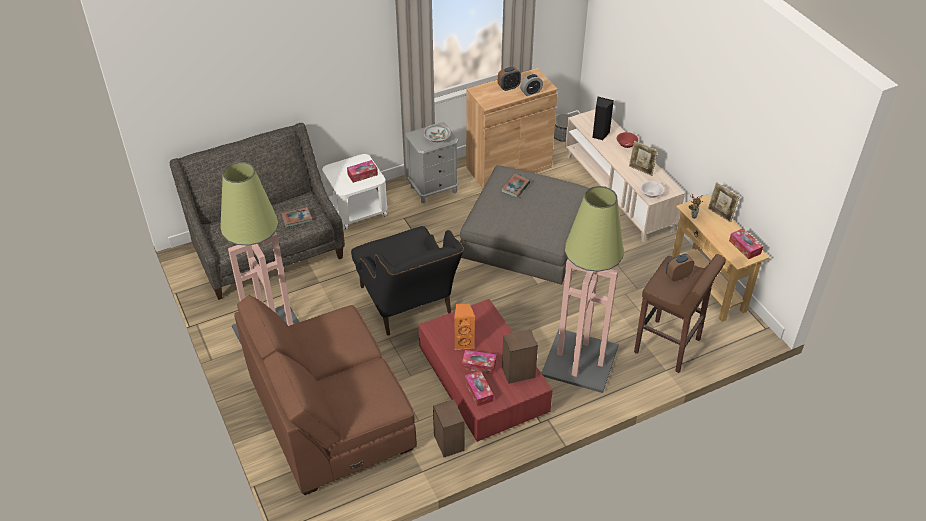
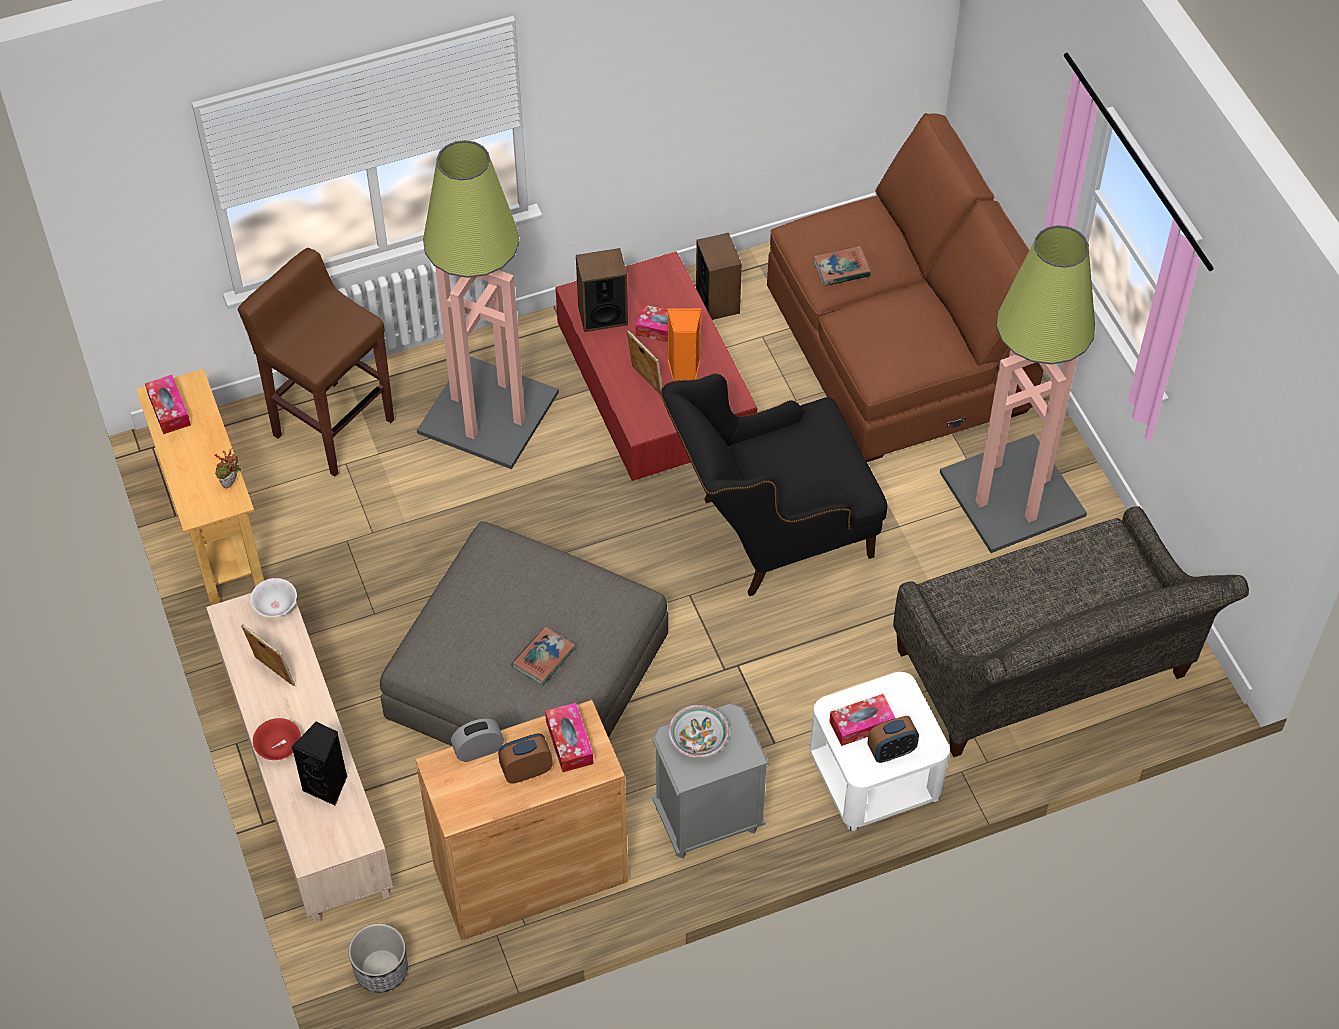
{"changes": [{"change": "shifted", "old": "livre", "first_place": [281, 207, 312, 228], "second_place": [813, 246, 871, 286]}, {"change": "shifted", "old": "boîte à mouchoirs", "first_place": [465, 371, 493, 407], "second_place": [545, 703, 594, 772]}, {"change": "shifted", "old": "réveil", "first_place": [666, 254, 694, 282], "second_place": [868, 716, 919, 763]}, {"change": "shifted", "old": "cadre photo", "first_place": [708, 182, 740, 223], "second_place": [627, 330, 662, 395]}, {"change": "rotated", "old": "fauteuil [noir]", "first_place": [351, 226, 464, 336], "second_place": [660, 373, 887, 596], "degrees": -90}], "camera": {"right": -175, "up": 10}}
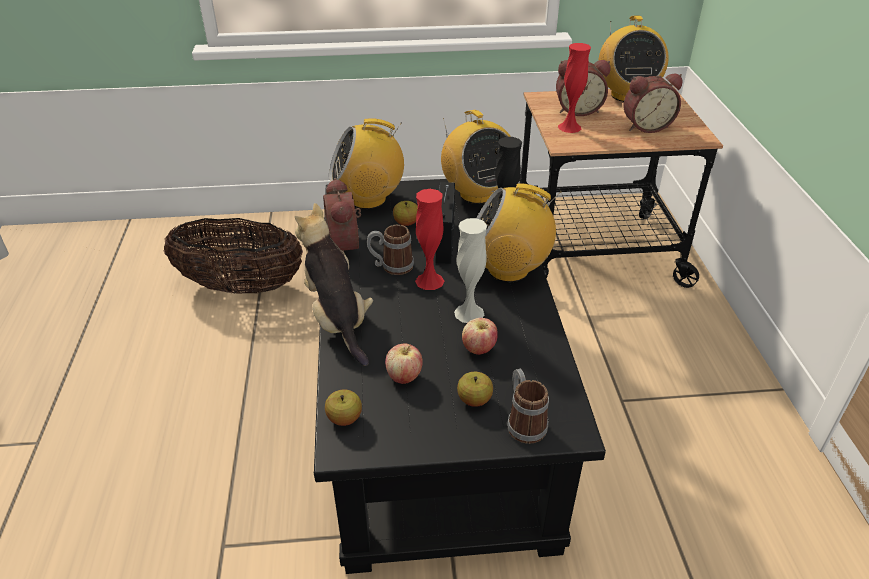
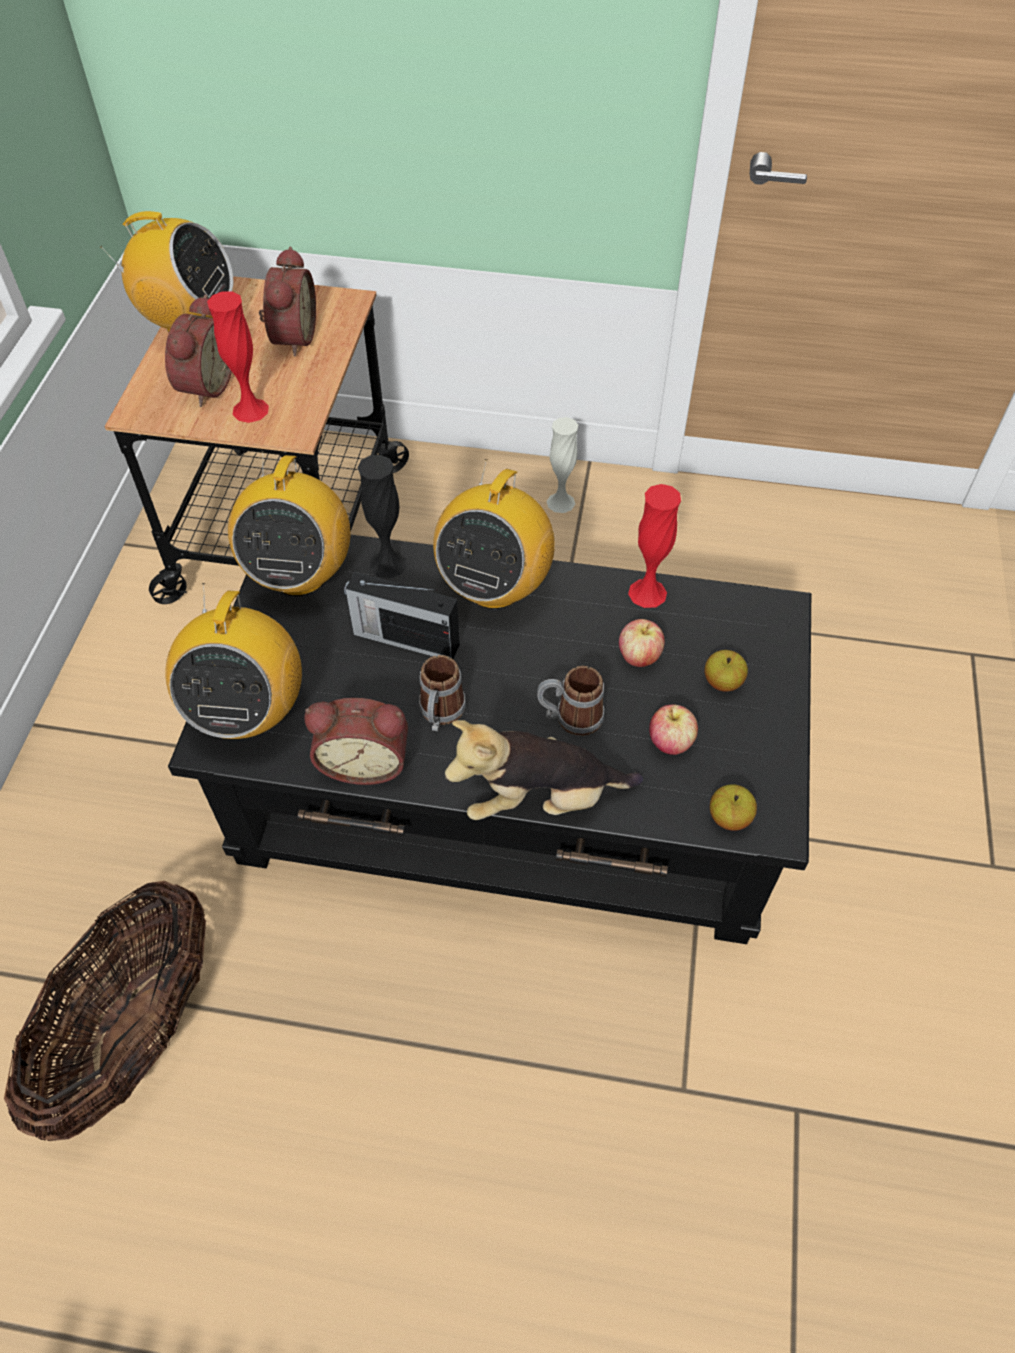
{"changes": [{"change": "gone", "old": "pomme", "first_place": [393, 201, 418, 226]}, {"change": "shifted", "old": "vase [rouge]", "first_place": [415, 189, 444, 290], "second_place": [628, 484, 681, 608]}, {"change": "shifted", "old": "vase [blanc]", "first_place": [454, 218, 487, 323], "second_place": [546, 417, 578, 513]}, {"change": "shifted", "old": "mug", "first_place": [507, 369, 549, 444], "second_place": [537, 666, 604, 736]}, {"change": "rotated", "old": "radio", "first_place": [441, 110, 511, 204], "second_place": [228, 451, 350, 597], "degrees": 105}], "camera": {"right": -75, "up": 15}}
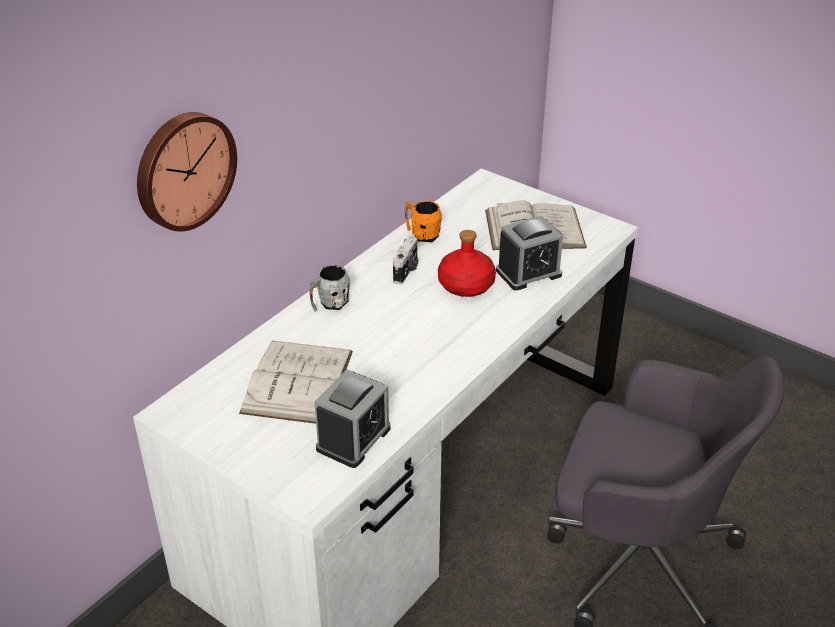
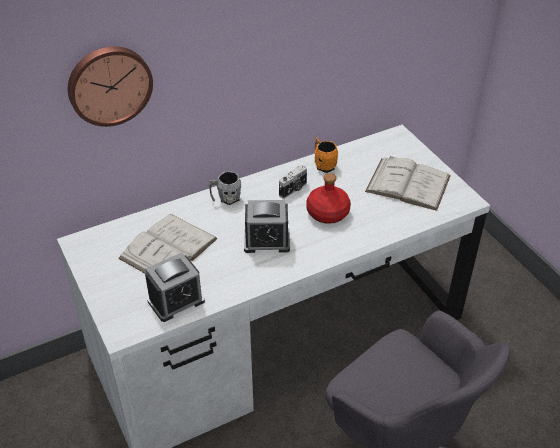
{"changes": [{"change": "shifted", "old": "réveil", "first_place": [496, 215, 563, 290], "second_place": [244, 200, 290, 253]}], "camera": {"right": 25, "up": 5}}
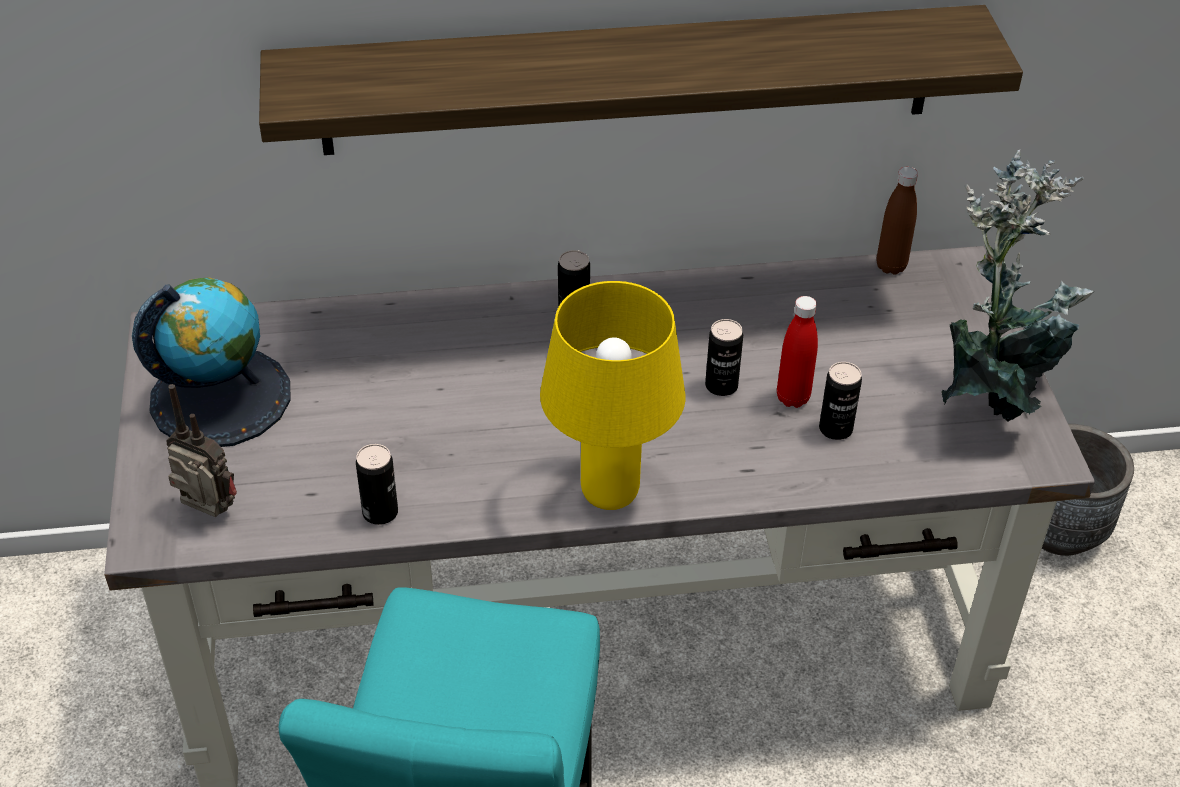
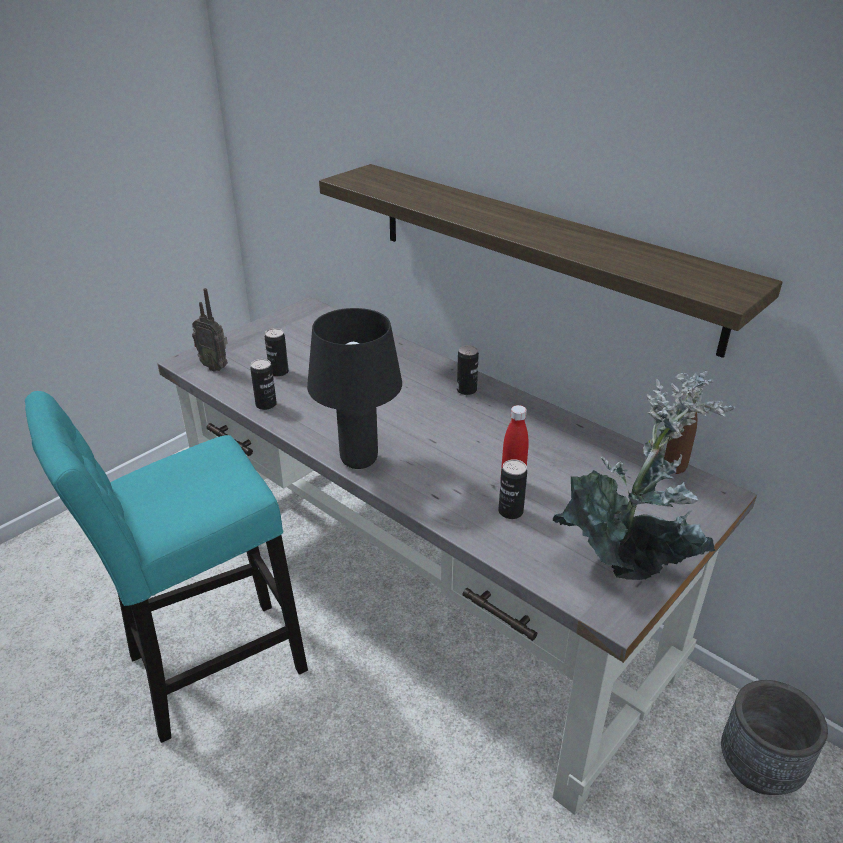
{"changes": [{"change": "gone", "old": "globe", "first_place": [132, 277, 291, 447]}, {"change": "shifted", "old": "boîte métallique", "first_place": [705, 319, 743, 396], "second_place": [265, 328, 289, 377]}, {"change": "repainted", "old": "lampe de table [jaune]", "new": "lampe de table [noir]", "first_place": [540, 281, 686, 510], "second_place": [307, 308, 402, 469]}, {"change": "rotated", "old": "radio", "first_place": [166, 384, 237, 517], "second_place": [192, 288, 228, 372], "degrees": 135}], "camera": {"right": 50, "up": -10}}
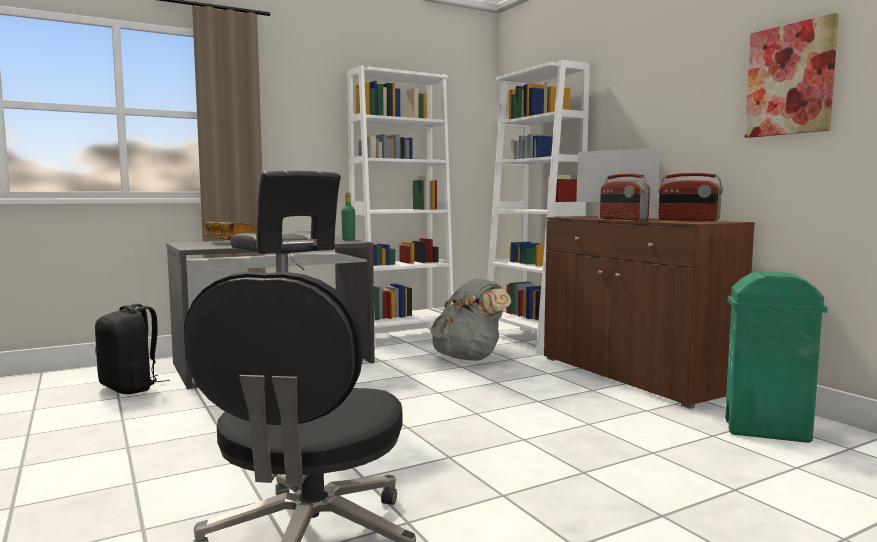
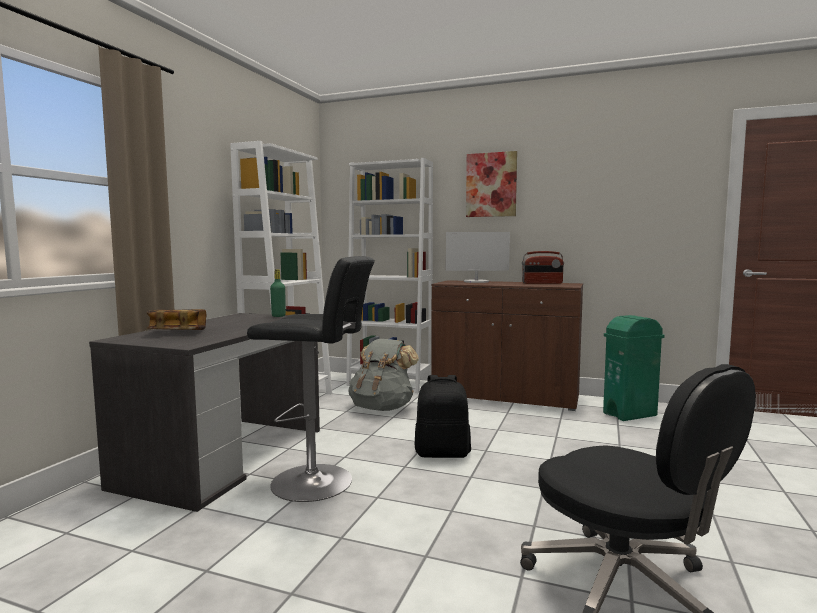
{"changes": [{"change": "gone", "old": "radio", "first_place": [600, 174, 650, 221]}, {"change": "shifted", "old": "sac à dos [noir]", "first_place": [95, 303, 170, 394], "second_place": [415, 375, 471, 458]}, {"change": "shifted", "old": "tableau", "first_place": [745, 13, 839, 138], "second_place": [466, 151, 517, 217]}], "camera": {"right": -40, "up": 0}}
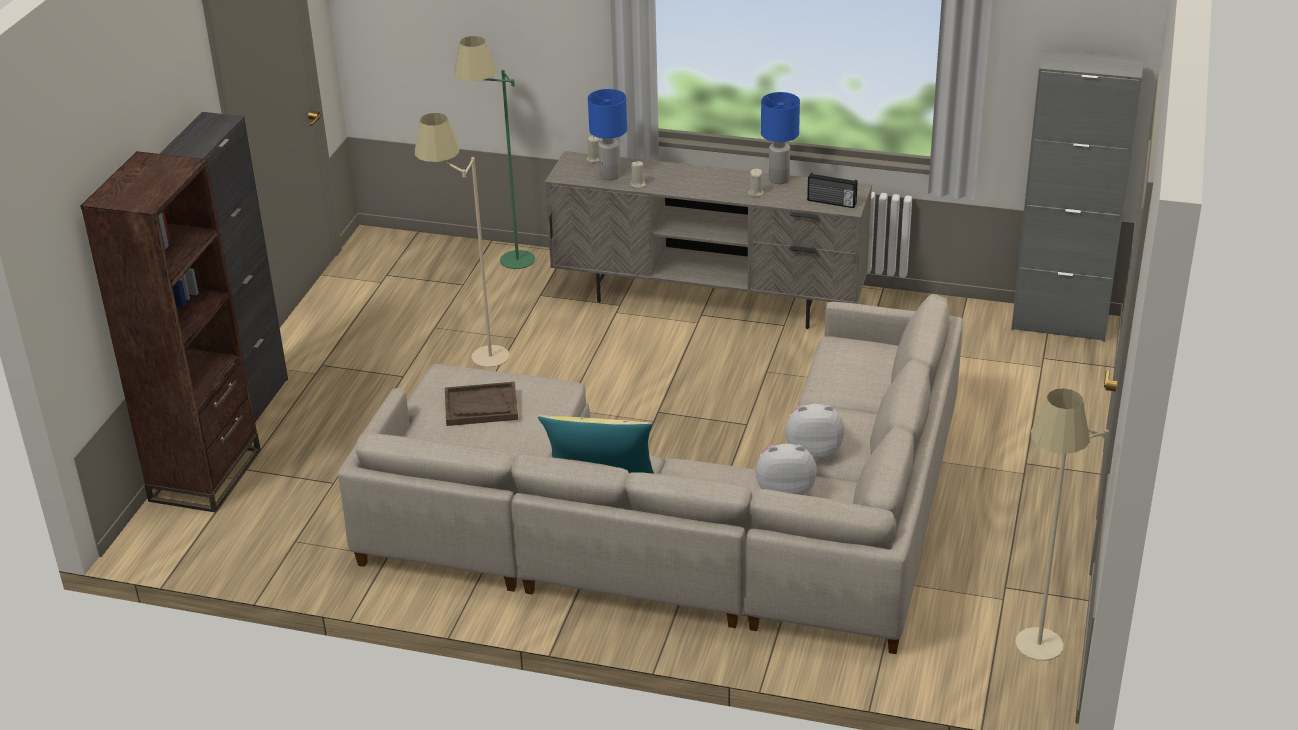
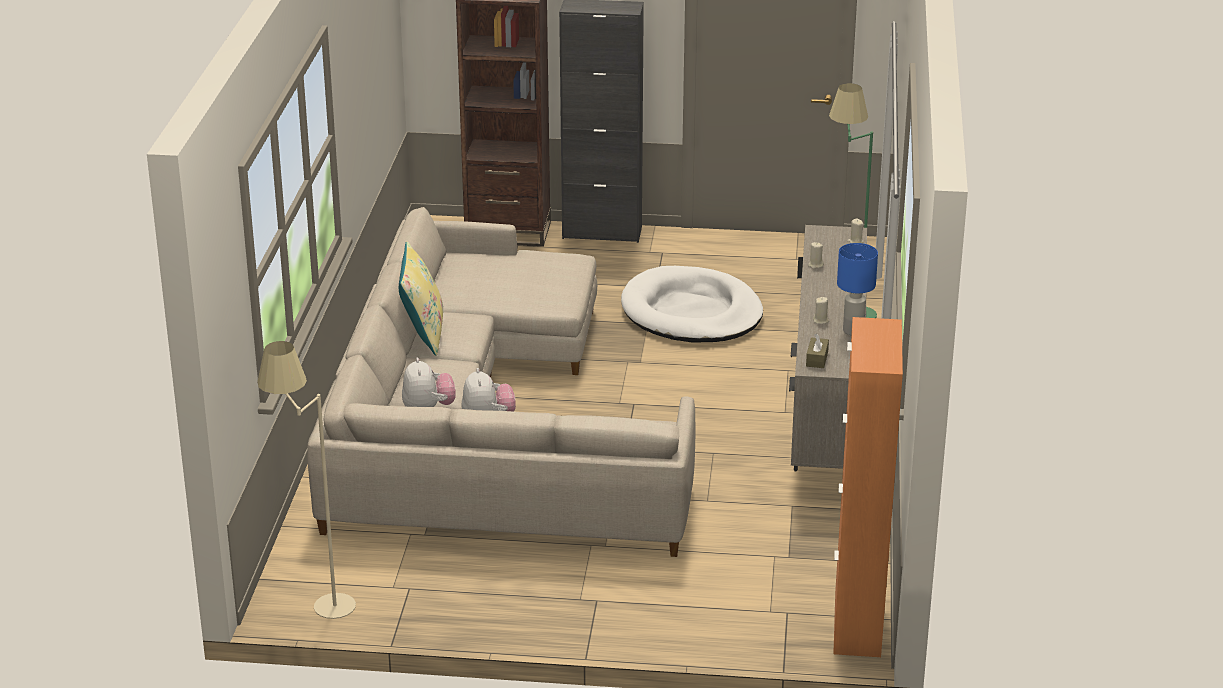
{"changes": [{"change": "gone", "old": "plateau [marron]", "first_place": [445, 382, 518, 426]}, {"change": "gone", "old": "lampe de table [bleu]", "first_place": [588, 89, 627, 180]}, {"change": "swapped", "old": "lampadaire [beige]", "new": "panier pour chien [blanc]", "first_place": [415, 113, 510, 367], "second_place": [621, 266, 763, 343]}, {"change": "swapped", "old": "radio", "new": "boîte à mouchoirs [marron]", "first_place": [807, 173, 858, 208], "second_place": [806, 333, 829, 368]}, {"change": "repainted", "old": "meuble de rangement [gris]", "new": "meuble de rangement [orange]", "first_place": [1011, 49, 1144, 342], "second_place": [833, 317, 903, 657]}], "camera": {"right": 80, "up": -5}}
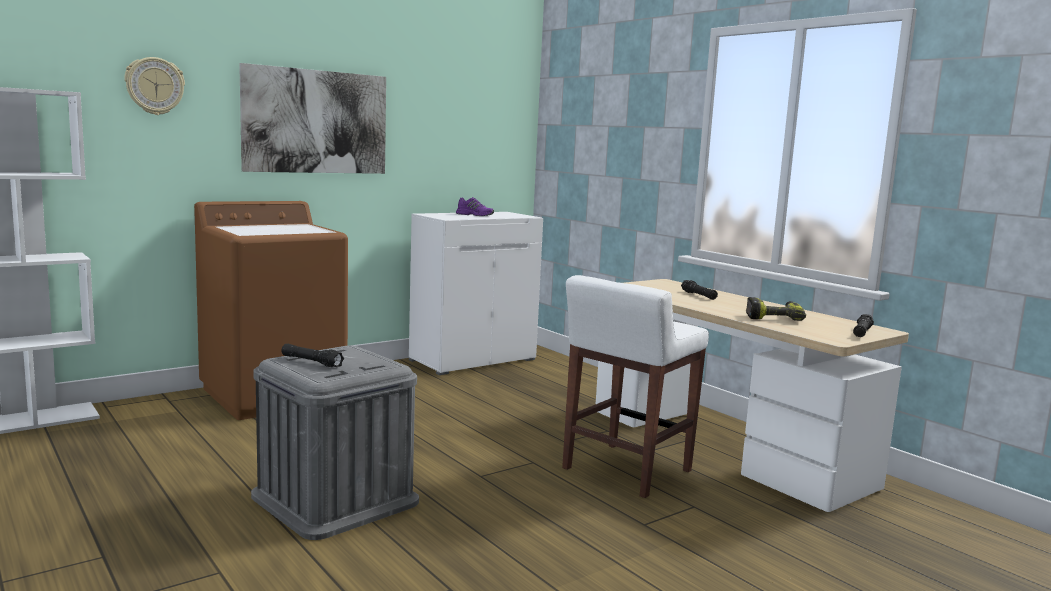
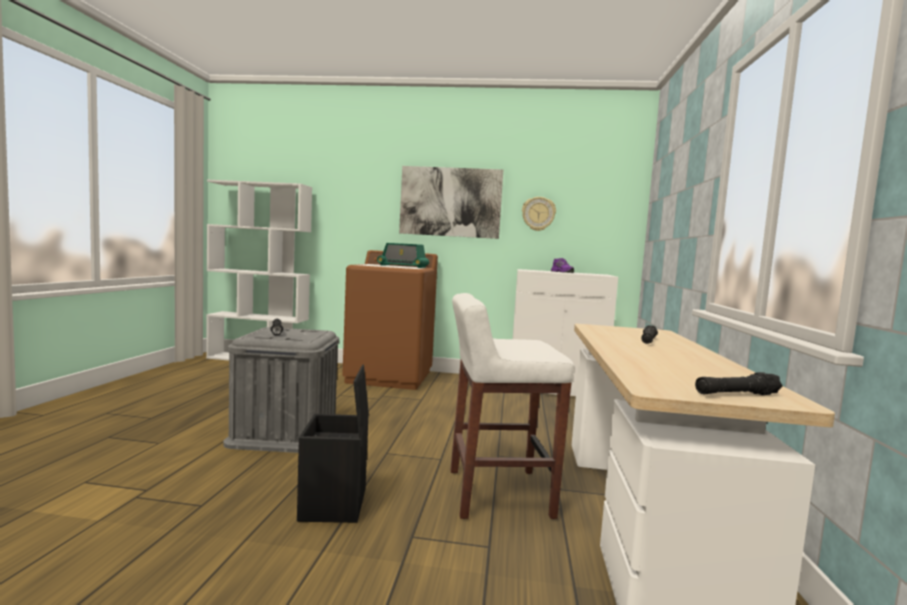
{"changes": [{"change": "gone", "old": "perceuse", "first_place": [746, 297, 806, 321]}, {"change": "new", "new": "boîte de rangement [noir]", "second_place": [297, 365, 369, 523]}, {"change": "new", "new": "radio", "second_place": [377, 243, 429, 268]}, {"change": "shifted", "old": "horloge murale", "first_place": [124, 57, 185, 115], "second_place": [522, 197, 556, 231]}], "camera": {"right": 45, "up": -5}}
